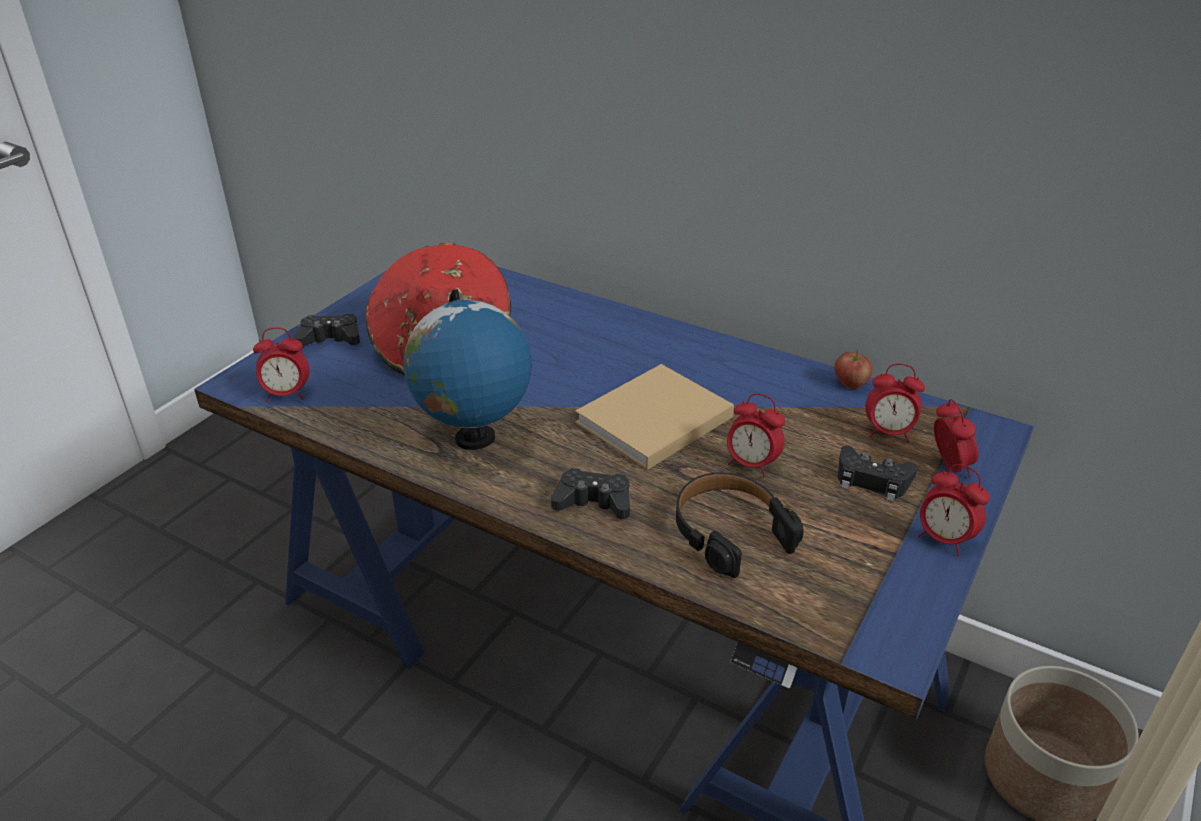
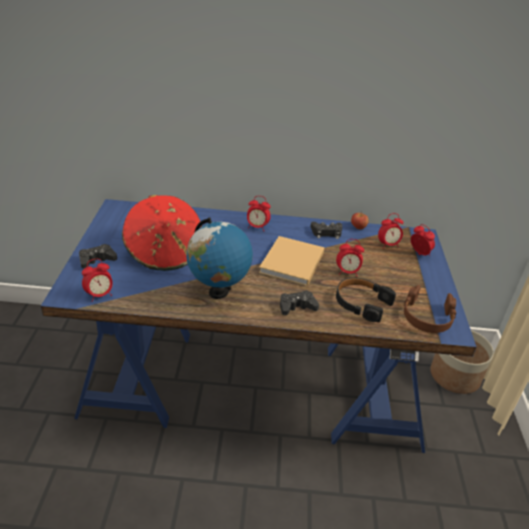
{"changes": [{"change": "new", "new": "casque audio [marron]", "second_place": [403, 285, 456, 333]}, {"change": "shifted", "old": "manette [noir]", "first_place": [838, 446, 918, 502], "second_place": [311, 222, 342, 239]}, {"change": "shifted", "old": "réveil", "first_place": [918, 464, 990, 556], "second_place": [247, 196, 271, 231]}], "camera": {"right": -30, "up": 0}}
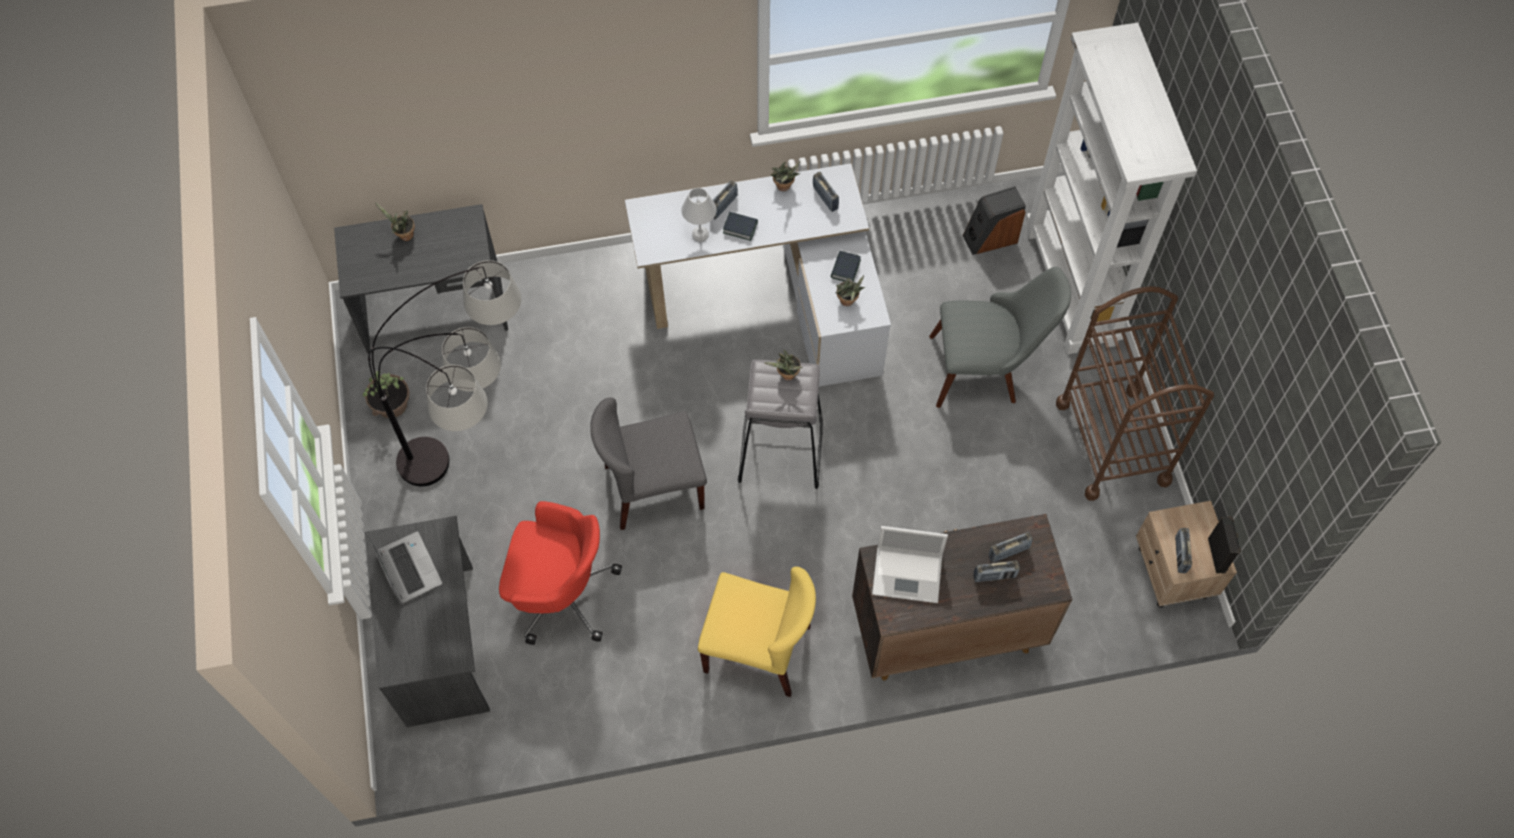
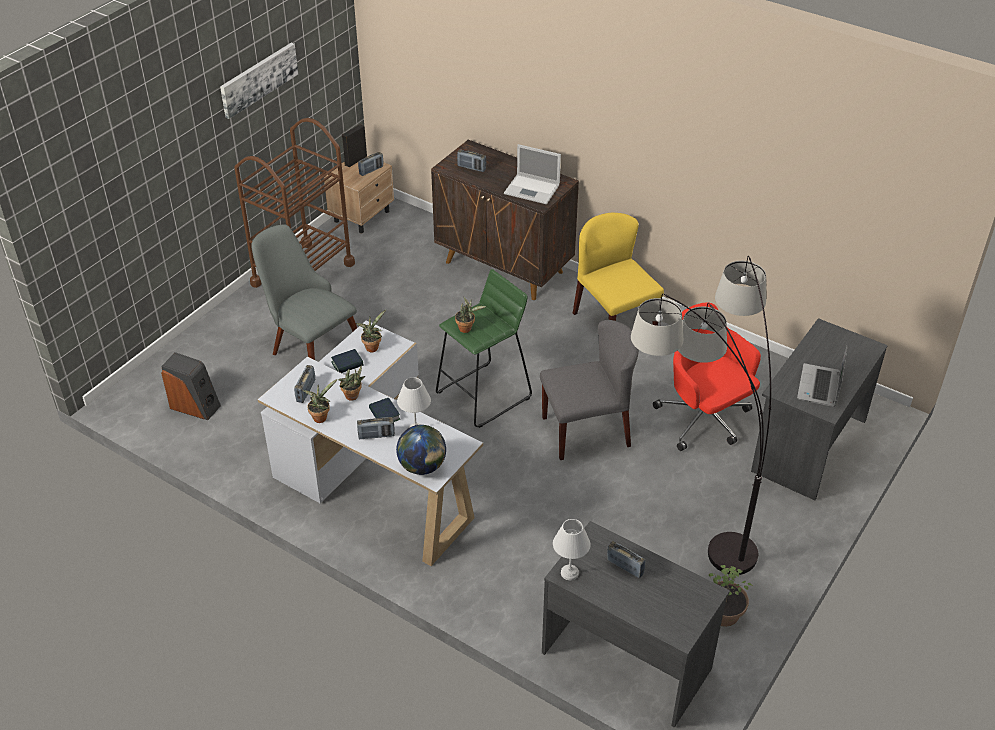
{"changes": [{"change": "gone", "old": "bibliothèque [blanc]", "first_place": [1026, 23, 1197, 354]}, {"change": "new", "new": "tableau", "second_place": [220, 43, 298, 119]}, {"change": "new", "new": "globe", "second_place": [396, 425, 446, 475]}, {"change": "new", "new": "lampe de table [blanc]", "second_place": [553, 519, 591, 580]}, {"change": "shifted", "old": "plante en pot", "first_place": [375, 202, 415, 241], "second_place": [339, 365, 365, 401]}, {"change": "shifted", "old": "radio", "first_place": [973, 560, 1020, 582], "second_place": [607, 541, 646, 578]}, {"change": "repainted", "old": "tabouret [gris]", "new": "tabouret [vert]", "first_place": [738, 360, 823, 489], "second_place": [436, 269, 532, 428]}, {"change": "rotated", "old": "chaise [gris]", "first_place": [590, 397, 707, 530], "second_place": [540, 320, 639, 460], "degrees": -45}, {"change": "rotated", "old": "ordinateur portable", "first_place": [872, 526, 948, 603], "second_place": [504, 144, 561, 204], "degrees": 150}], "camera": {"right": -135, "up": -20}}
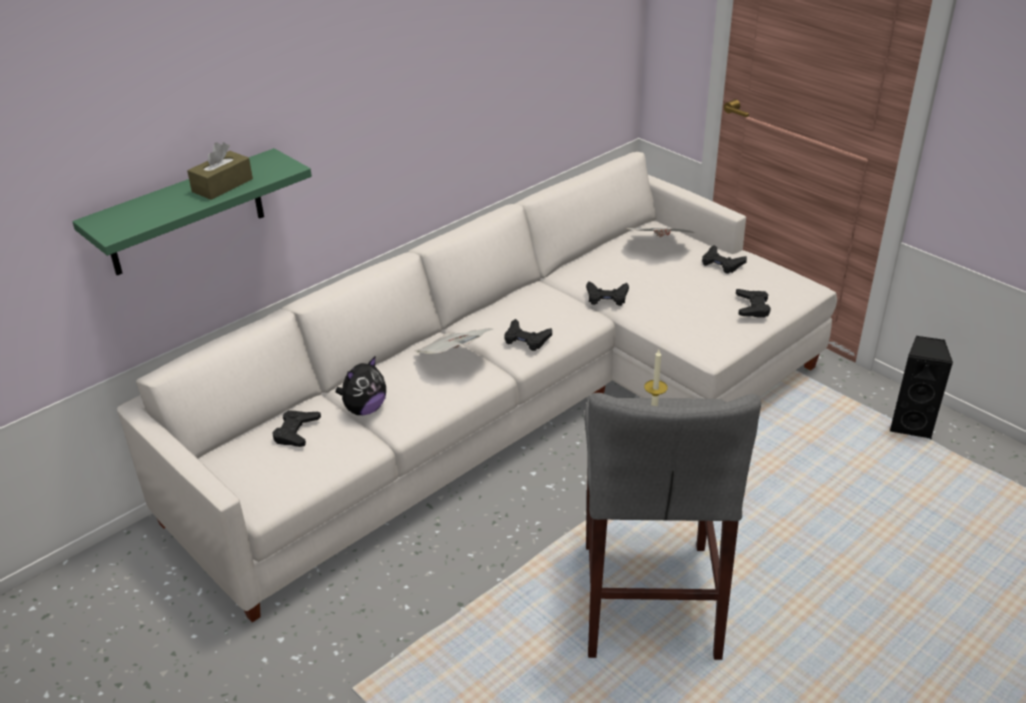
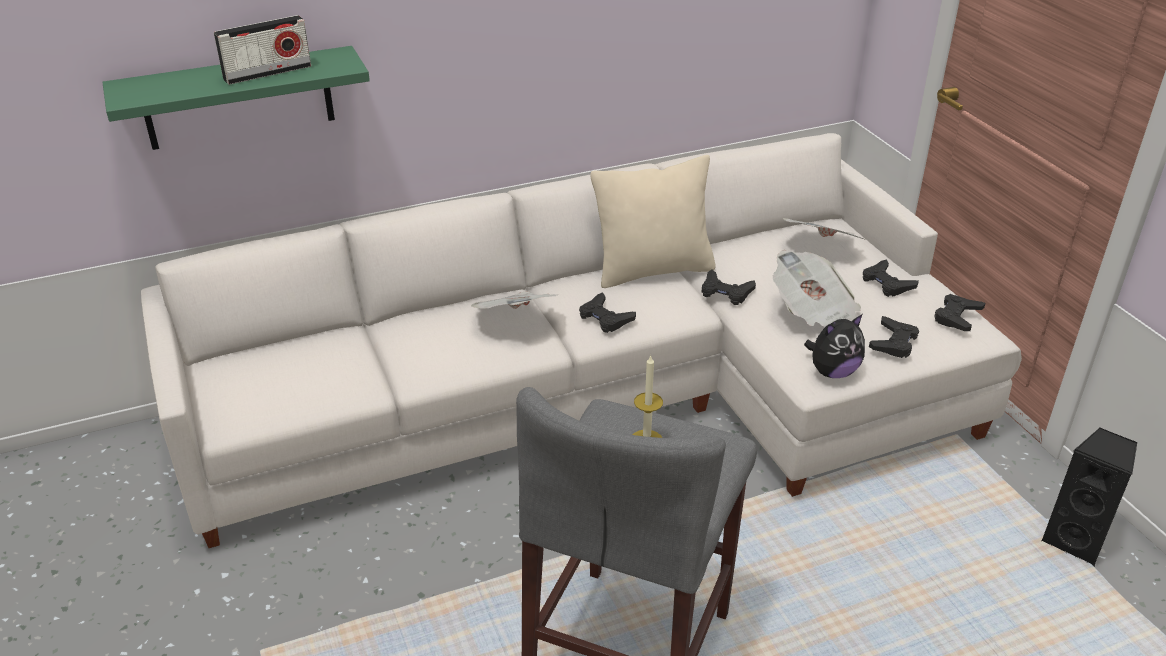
{"changes": [{"change": "new", "new": "coussin [beige]", "second_place": [590, 155, 716, 288]}, {"change": "new", "new": "journal", "second_place": [773, 250, 861, 328]}, {"change": "shifted", "old": "manette [noir]", "first_place": [272, 410, 321, 447], "second_place": [934, 294, 985, 331]}, {"change": "shifted", "old": "peluche", "first_place": [336, 357, 386, 415], "second_place": [804, 314, 865, 378]}, {"change": "swapped", "old": "boîte à mouchoirs [marron]", "new": "radio", "first_place": [187, 142, 253, 200], "second_place": [214, 15, 311, 85]}], "camera": {"right": 20, "up": 0}}
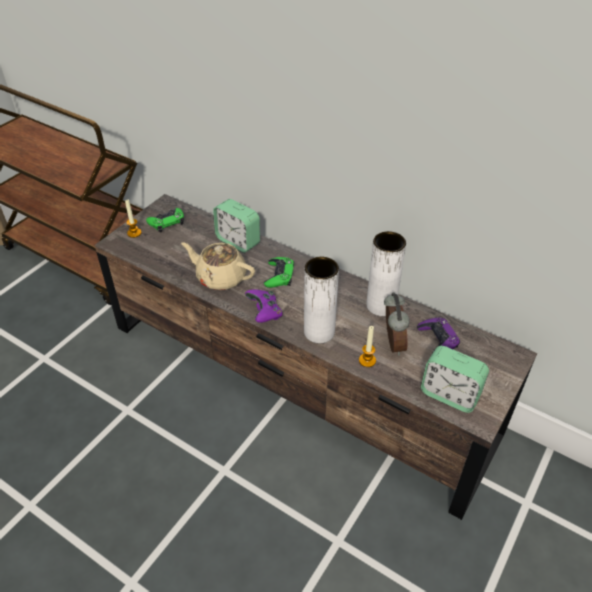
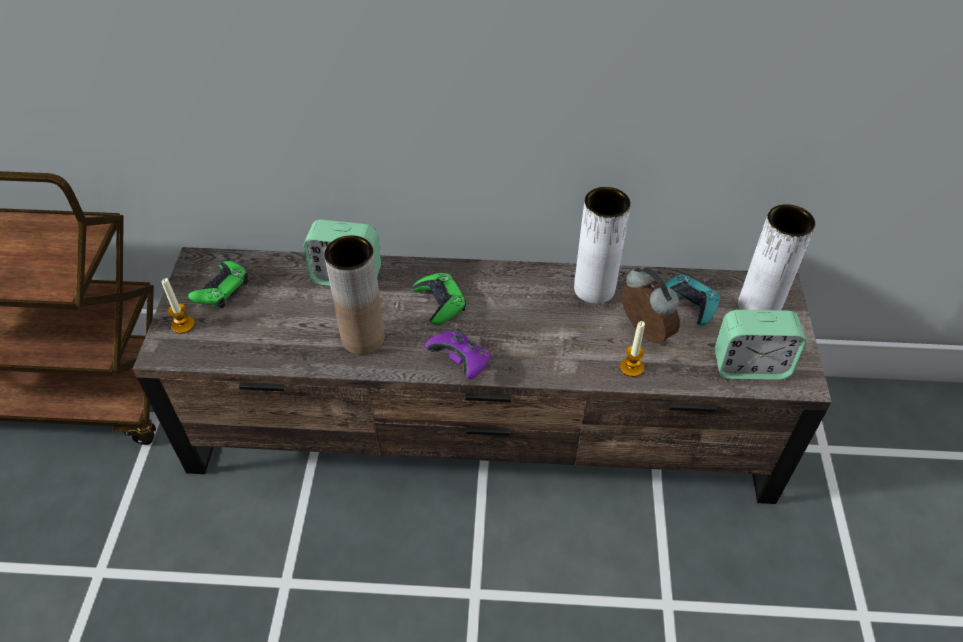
{"changes": [{"change": "shifted", "old": "vase [blanc]", "first_place": [304, 257, 339, 343], "second_place": [738, 204, 816, 310]}, {"change": "swapped", "old": "théière [beige]", "new": "vase [marron]", "first_place": [181, 242, 255, 290], "second_place": [324, 235, 385, 355]}, {"change": "repainted", "old": "manette [violet]", "new": "manette [turquoise]", "first_place": [417, 318, 460, 353], "second_place": [665, 274, 720, 326]}], "camera": {"right": -30, "up": 5}}
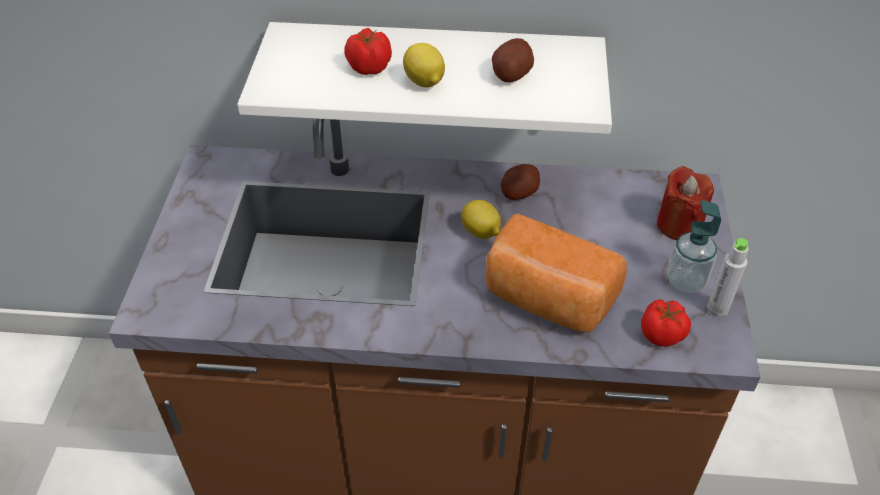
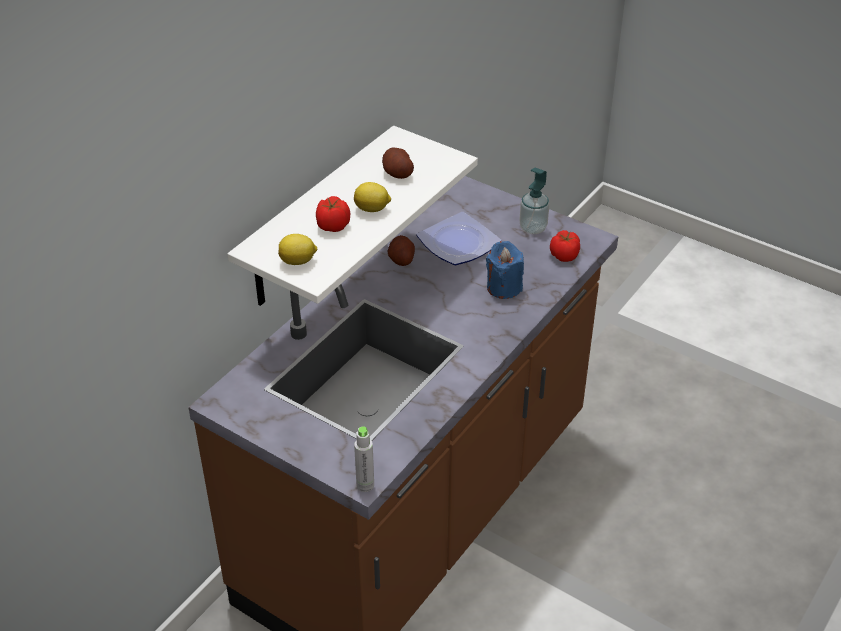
{"changes": [{"change": "gone", "old": "bougie [rouge]", "first_place": [657, 166, 714, 240]}, {"change": "new", "new": "assiette", "second_place": [416, 212, 501, 265]}, {"change": "shifted", "old": "citron", "first_place": [461, 200, 501, 239], "second_place": [278, 234, 317, 265]}, {"change": "shifted", "old": "bouteille [gris]", "first_place": [707, 238, 748, 317], "second_place": [354, 426, 374, 492]}, {"change": "swapped", "old": "pain", "new": "bougie [bleu]", "first_place": [486, 214, 627, 332], "second_place": [486, 241, 524, 299]}], "camera": {"right": -60, "up": -5}}
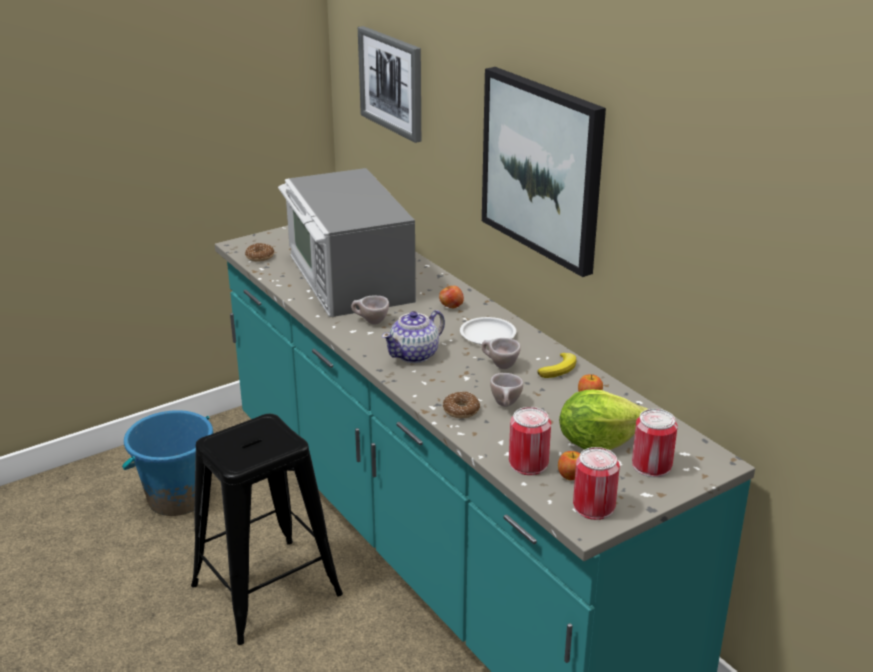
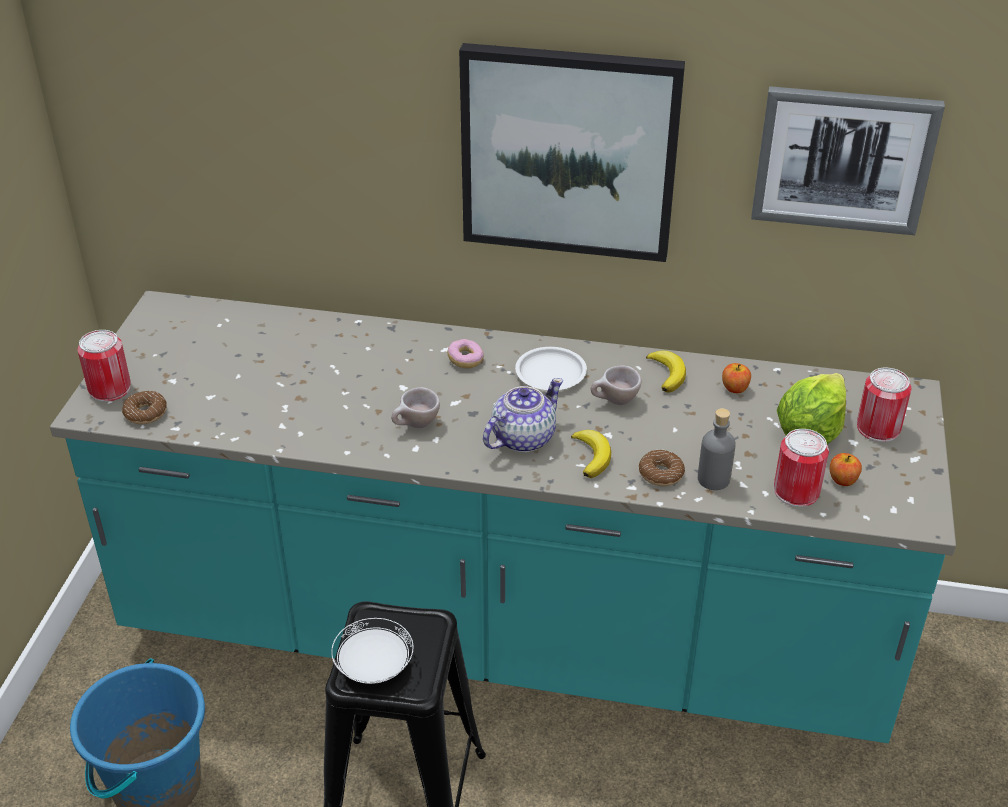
{"changes": [{"change": "gone", "old": "micro-ondes", "first_place": [278, 168, 416, 317]}, {"change": "gone", "old": "tasse [beige]", "first_place": [490, 373, 523, 407]}, {"change": "new", "new": "assiette [blanc]", "second_place": [331, 618, 413, 684]}, {"change": "new", "new": "banane", "second_place": [571, 430, 611, 478]}, {"change": "new", "new": "bouteille [gris]", "second_place": [698, 408, 736, 490]}, {"change": "shifted", "old": "tableau", "first_place": [358, 26, 421, 143], "second_place": [751, 86, 945, 235]}, {"change": "shifted", "old": "boîte métallique", "first_place": [573, 447, 620, 520], "second_place": [78, 330, 131, 402]}, {"change": "swapped", "old": "pomme", "new": "beignet", "first_place": [439, 284, 464, 308], "second_place": [447, 339, 484, 368]}, {"change": "rotated", "old": "théière", "first_place": [382, 310, 445, 363], "second_place": [483, 378, 563, 452], "degrees": -135}], "camera": {"right": -45, "up": 10}}
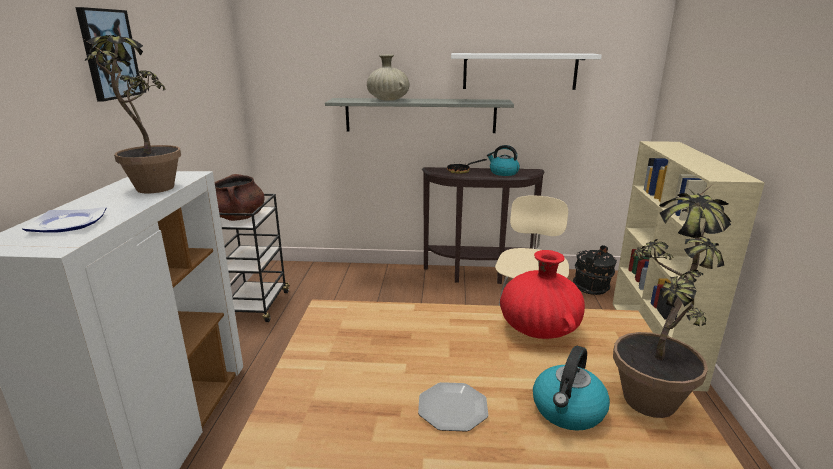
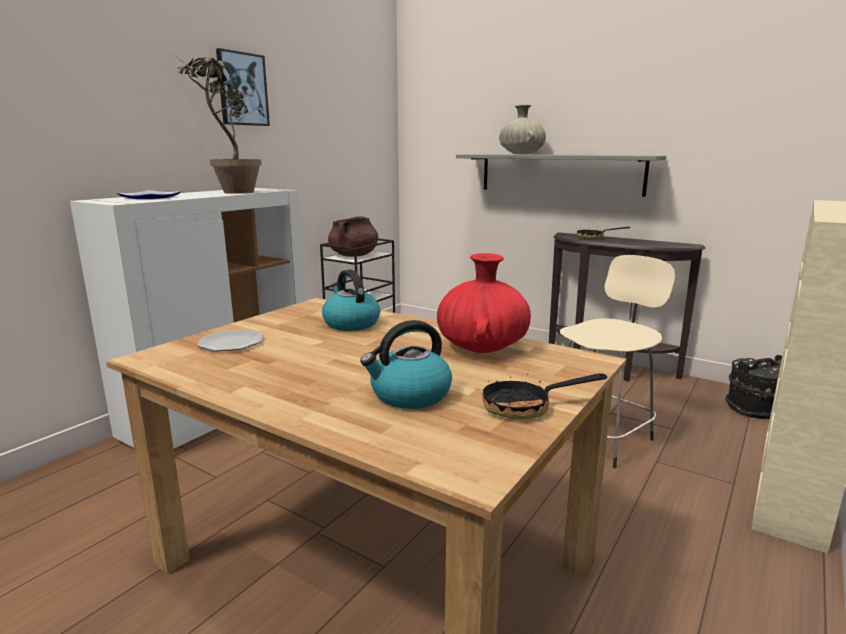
{"changes": [{"change": "gone", "old": "étagère [blanc]", "first_place": [451, 53, 602, 90]}, {"change": "shifted", "old": "assiette", "first_place": [418, 382, 488, 432], "second_place": [197, 329, 263, 352]}, {"change": "shifted", "old": "bouilloire", "first_place": [487, 145, 520, 176], "second_place": [322, 270, 380, 331]}, {"change": "swapped", "old": "plante en pot", "new": "poêle", "first_place": [613, 183, 731, 418], "second_place": [482, 373, 607, 419]}], "camera": {"right": 30, "up": -5}}
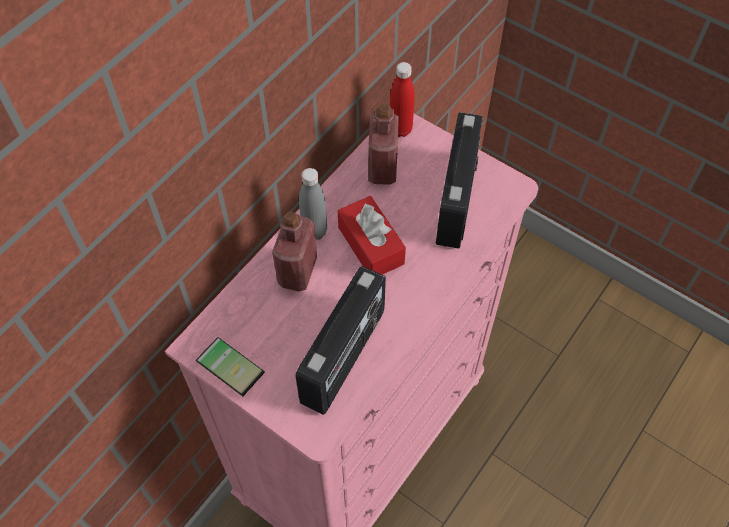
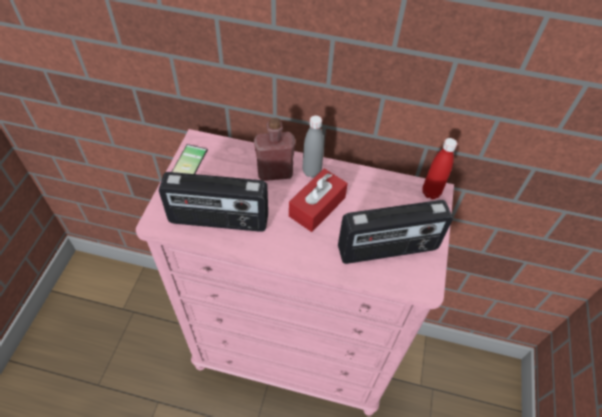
{"changes": [{"change": "gone", "old": "bouteille [rouge]", "first_place": [368, 104, 399, 185]}], "camera": {"right": 65, "up": -5}}
